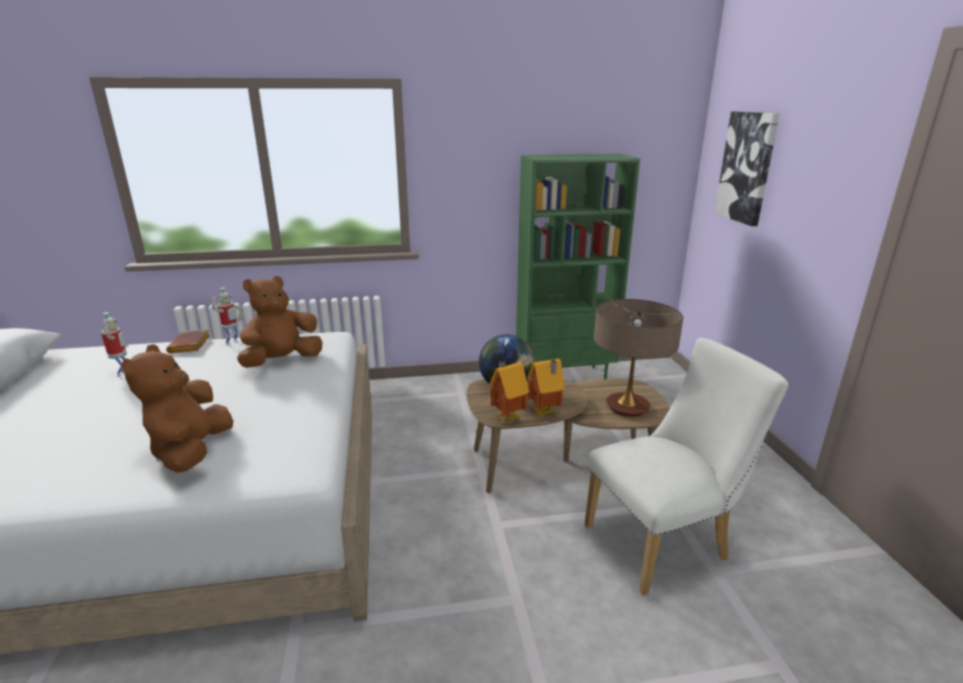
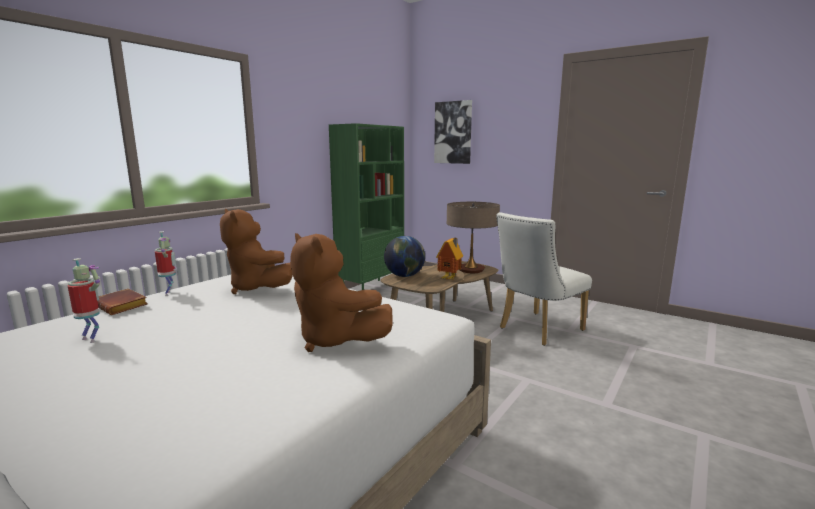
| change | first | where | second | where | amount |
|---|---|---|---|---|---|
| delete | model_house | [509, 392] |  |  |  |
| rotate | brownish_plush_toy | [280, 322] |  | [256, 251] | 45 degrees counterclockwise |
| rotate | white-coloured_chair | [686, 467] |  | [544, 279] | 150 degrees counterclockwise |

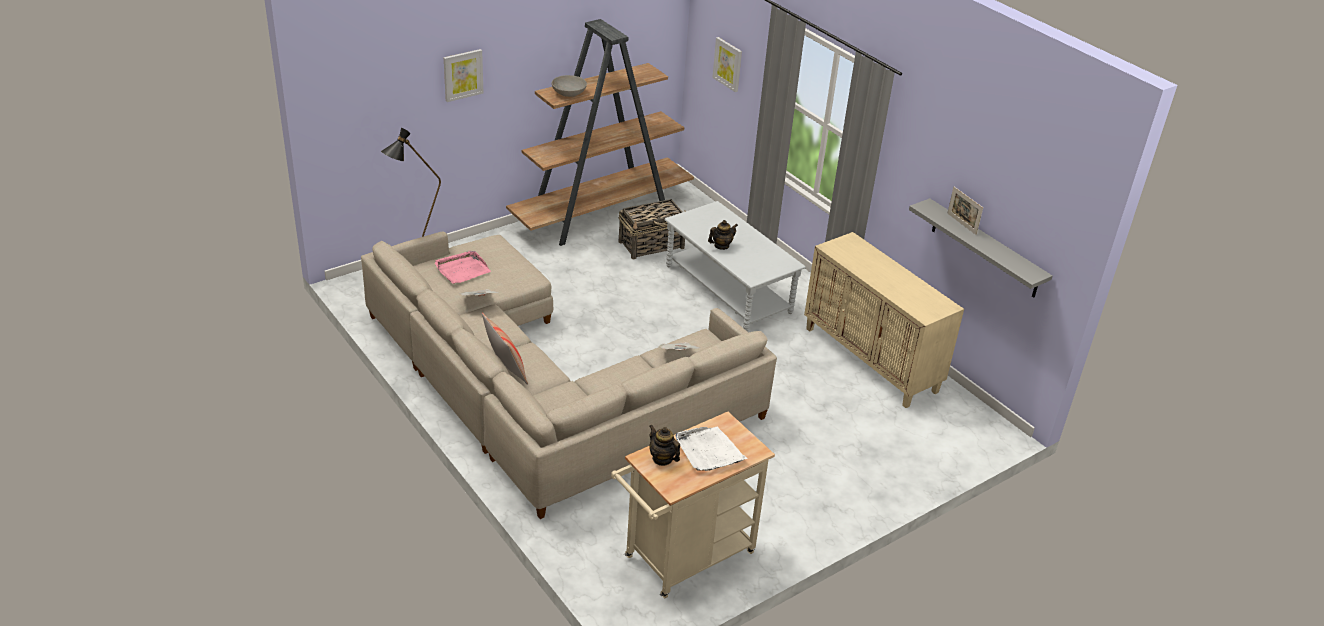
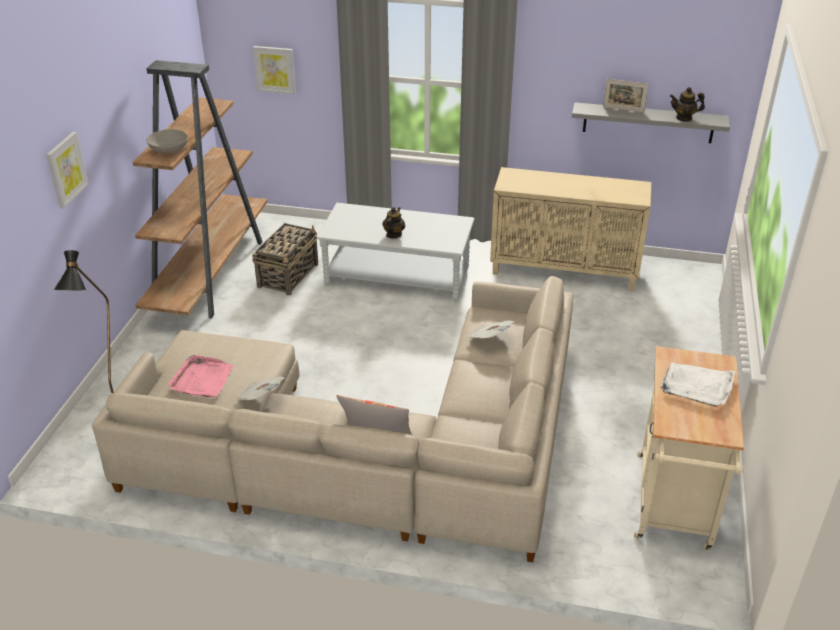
| change | first | where | second | where | amount |
|---|---|---|---|---|---|
| move | pot_for_tea | [664, 445] |  | [687, 104] |  |

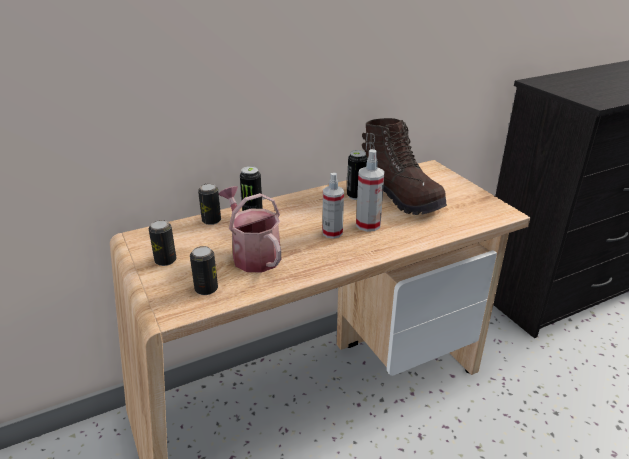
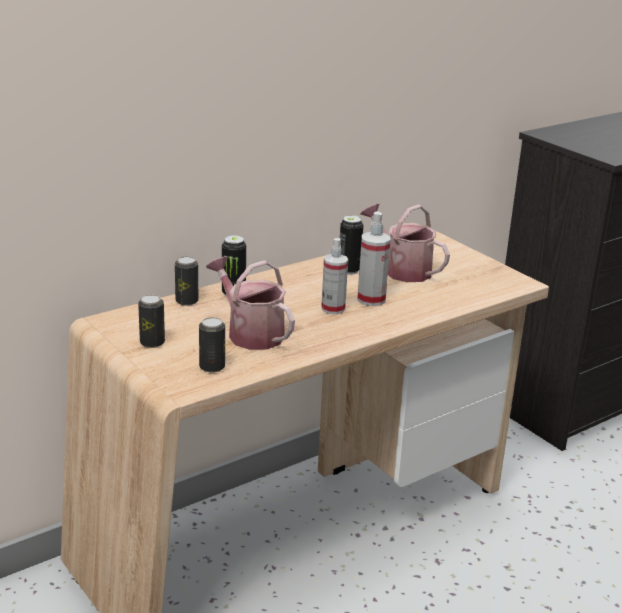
| change | first | where | second | where | amount |
|---|---|---|---|---|---|
| replace | brownish_tall_boot | [404, 166] | sprinkling_can | [405, 243] |  |

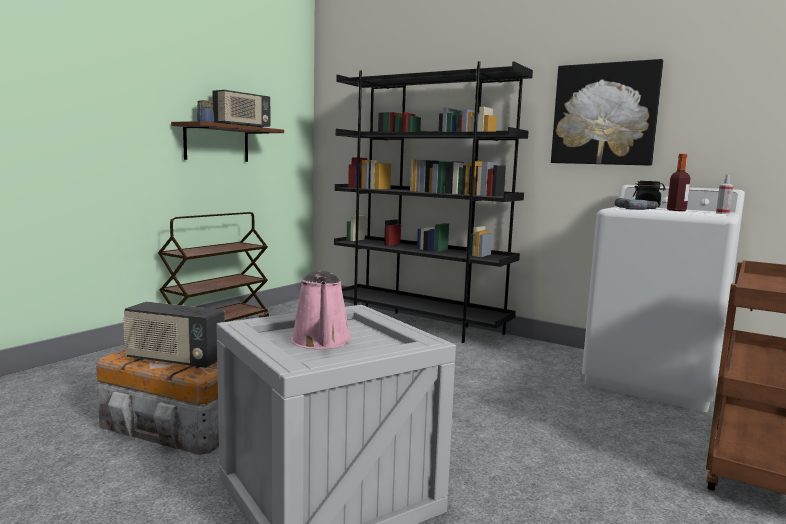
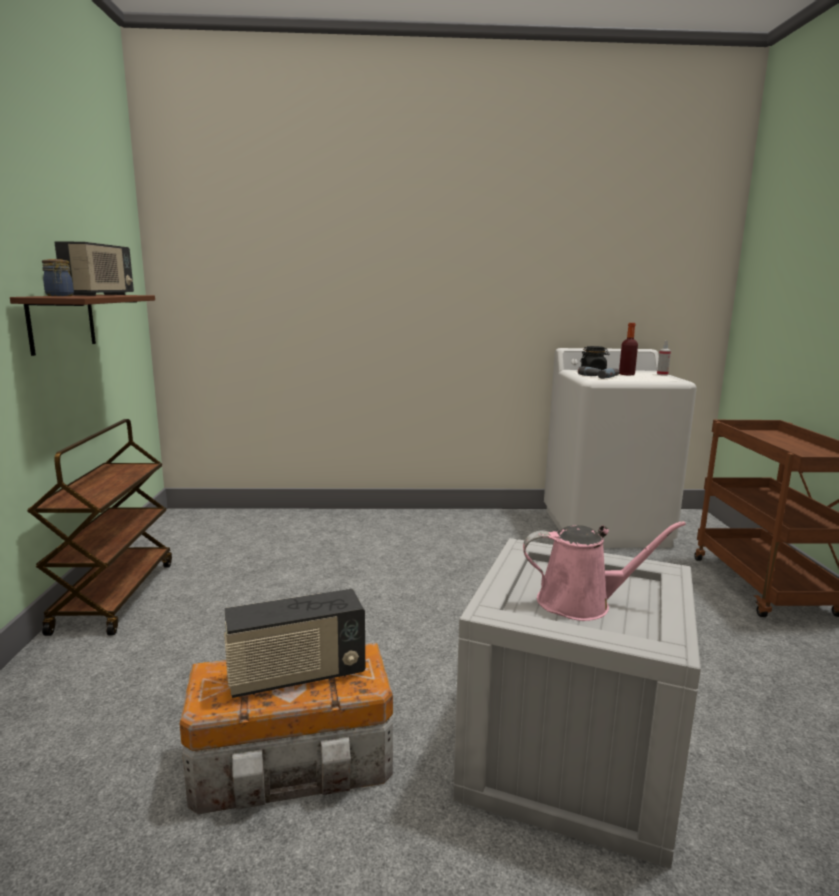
| change | first | where | second | where | amount |
|---|---|---|---|---|---|
| delete | black-coloured_bookshelf | [433, 202] |  |  |  |
| delete | wall_picture | [607, 112] |  |  |  |
| rotate | pink-coloured_sprinkling_can | [321, 310] |  | [604, 571] | 45 degrees counterclockwise |

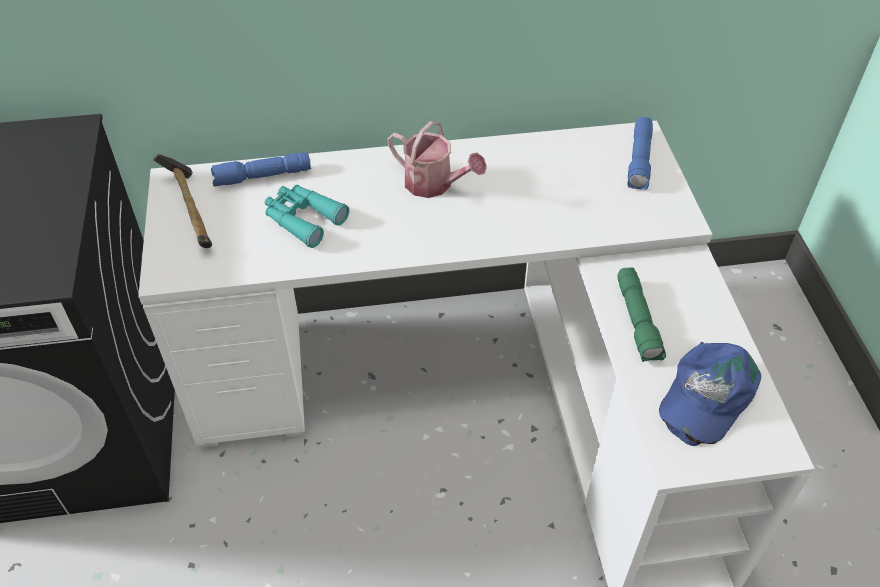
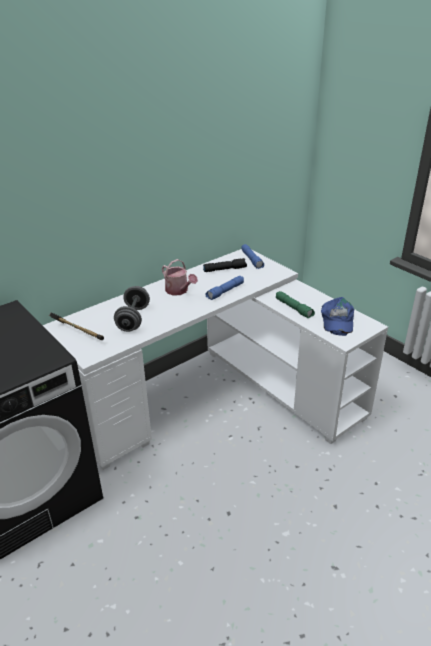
| change | first | where | second | where | amount |
|---|---|---|---|---|---|
| insert |  |  | black-coloured_flashlight | [225, 265] |  |
| move | bluish_flashlight | [261, 169] |  | [224, 288] |  |
| replace | turquoise_pair_of_binoculars | [307, 216] | grey_free_weight | [132, 309] |  |
| rotate | sprinkling_can | [437, 159] |  | [180, 277] | 45 degrees clockwise |

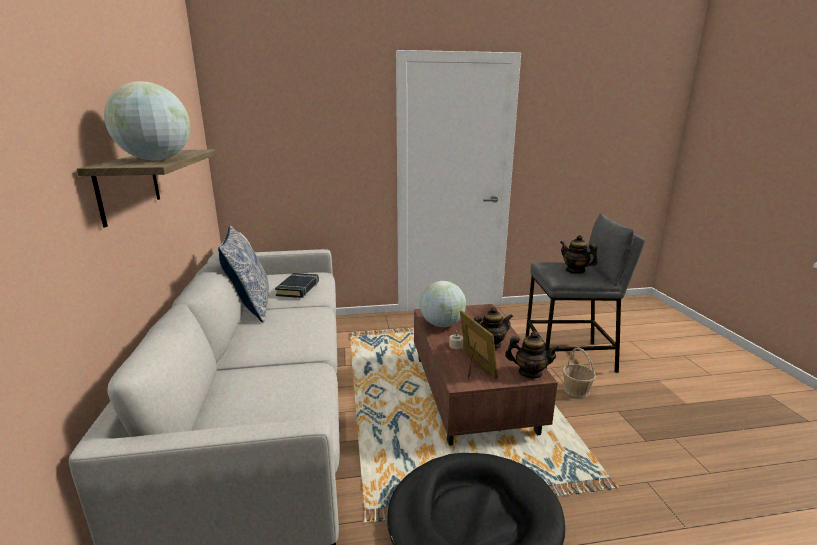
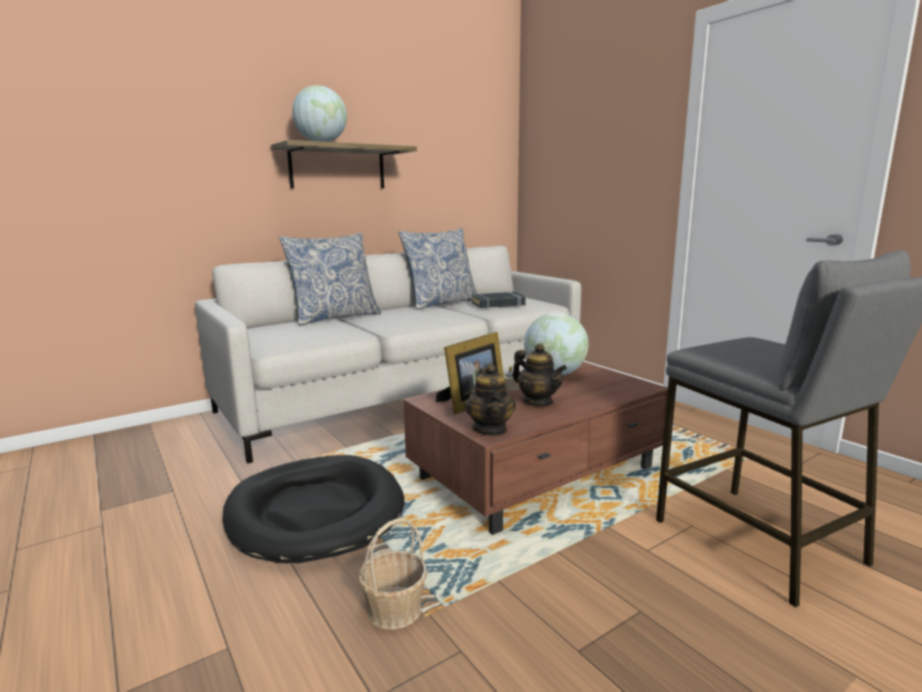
| change | first | where | second | where | amount |
|---|---|---|---|---|---|
| delete | pot_for_tea | [579, 254] |  |  |  |
| insert |  |  | cushion | [330, 279] |  |
| move | storage_basket | [579, 372] |  | [392, 574] |  |

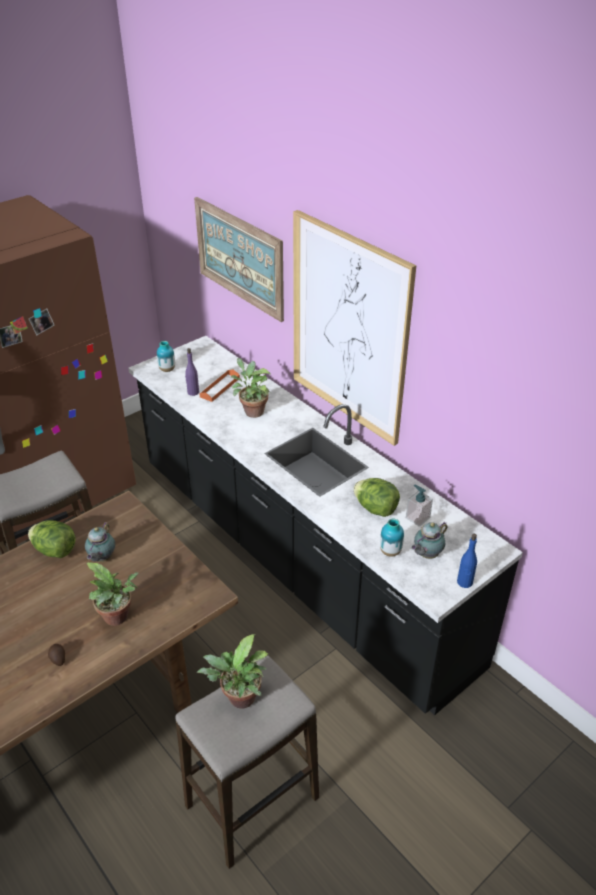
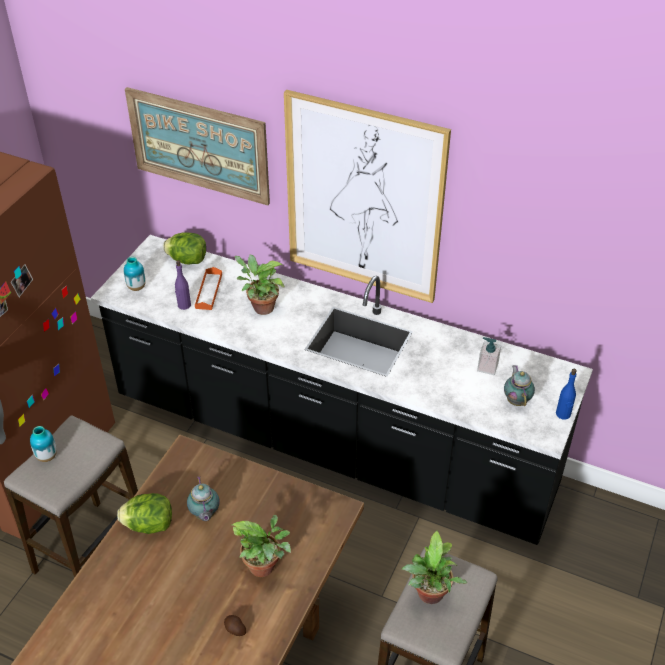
| change | first | where | second | where | amount |
|---|---|---|---|---|---|
| move | lettuce | [376, 497] |  | [184, 248] |  |
| move | decorative_vase | [392, 538] |  | [43, 444] |  |
| rotate | pot_for_tea | [429, 540] |  | [519, 385] | 150 degrees clockwise |

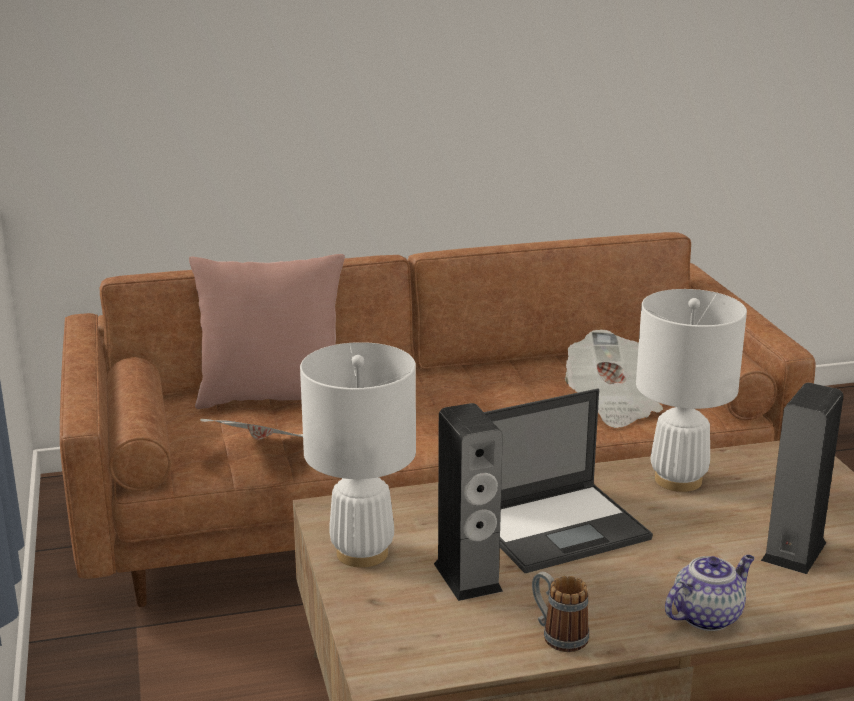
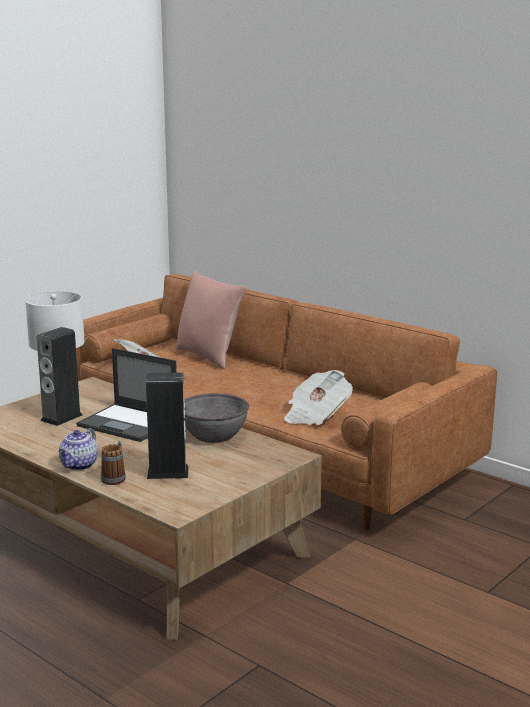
| change | first | where | second | where | amount |
|---|---|---|---|---|---|
| move | coffee_mug | [560, 611] |  | [113, 463] |  |
| replace | white-coloured_tabletop_lamp | [691, 390] | grey_serving_bowl | [216, 418] |  |
| rotate | pot_for_tea | [710, 593] |  | [78, 449] | 90 degrees clockwise |

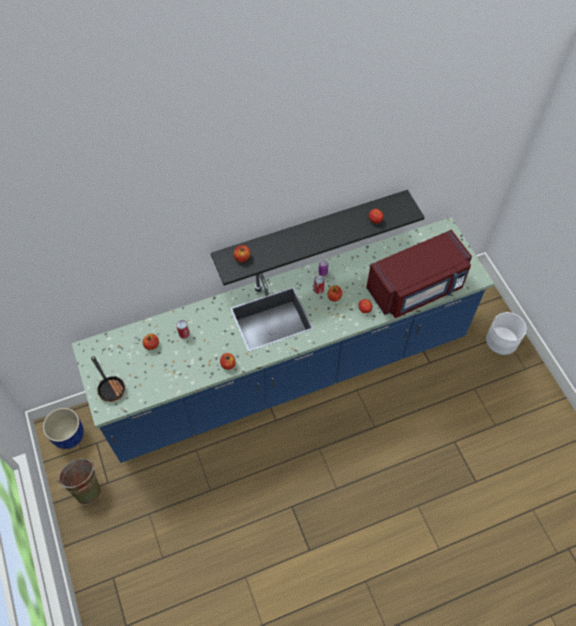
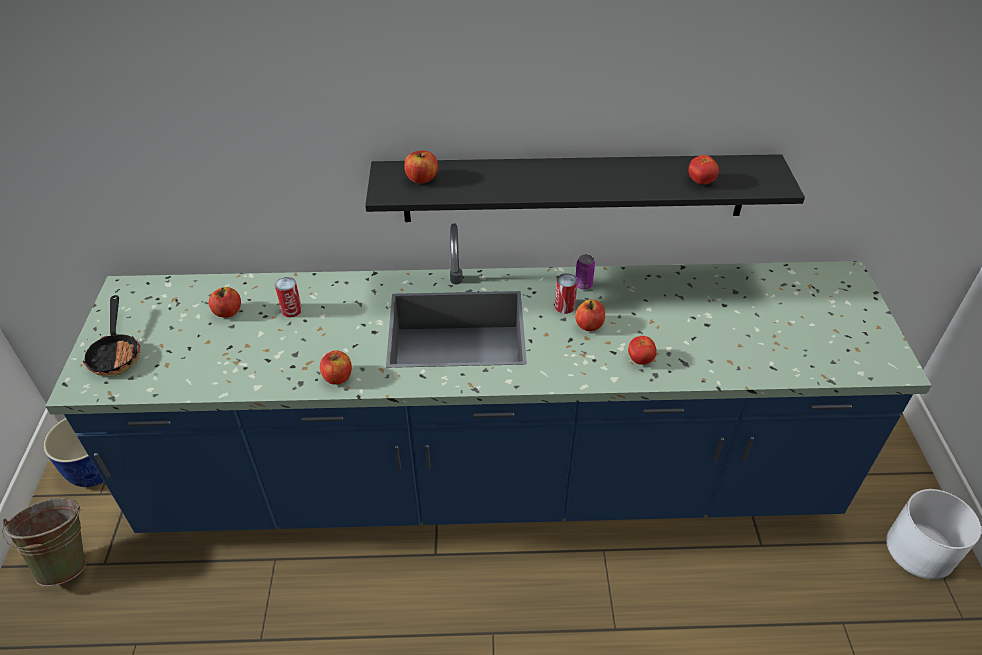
| change | first | where | second | where | amount |
|---|---|---|---|---|---|
| delete | red-coloured_microwave_oven | [419, 274] |  |  |  |

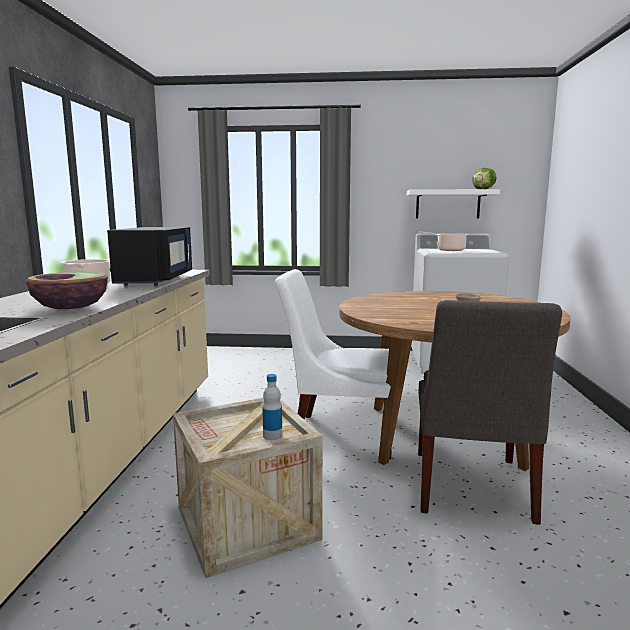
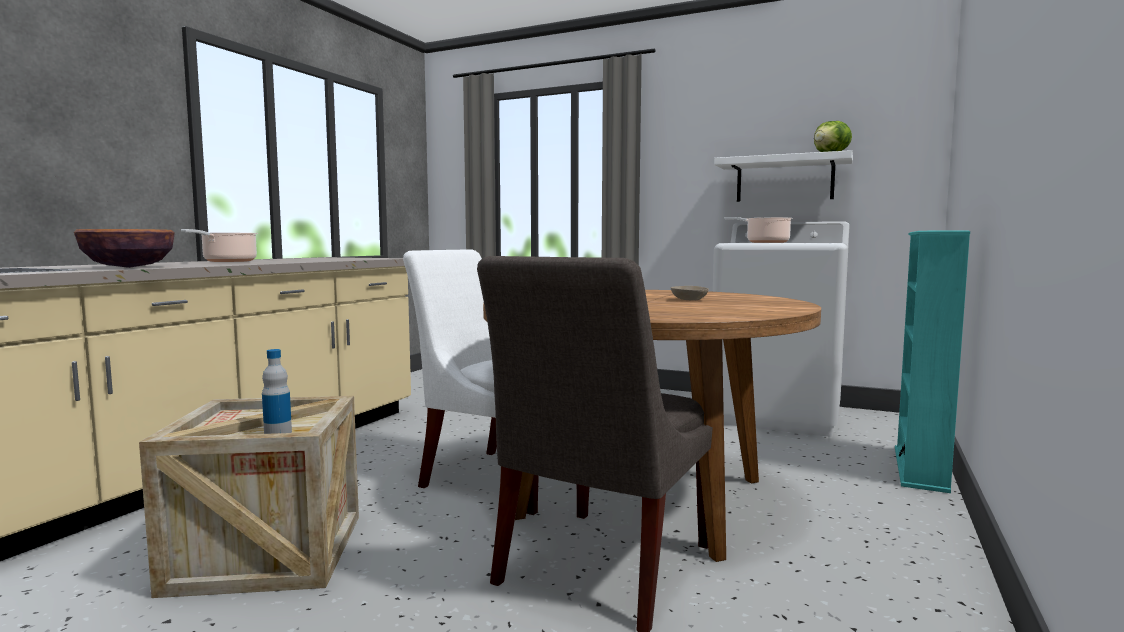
| change | first | where | second | where | amount |
|---|---|---|---|---|---|
| delete | black-coloured_microwave_oven | [149, 256] |  |  |  |
| insert |  |  | turquoise_bookshelf | [932, 361] |  |

